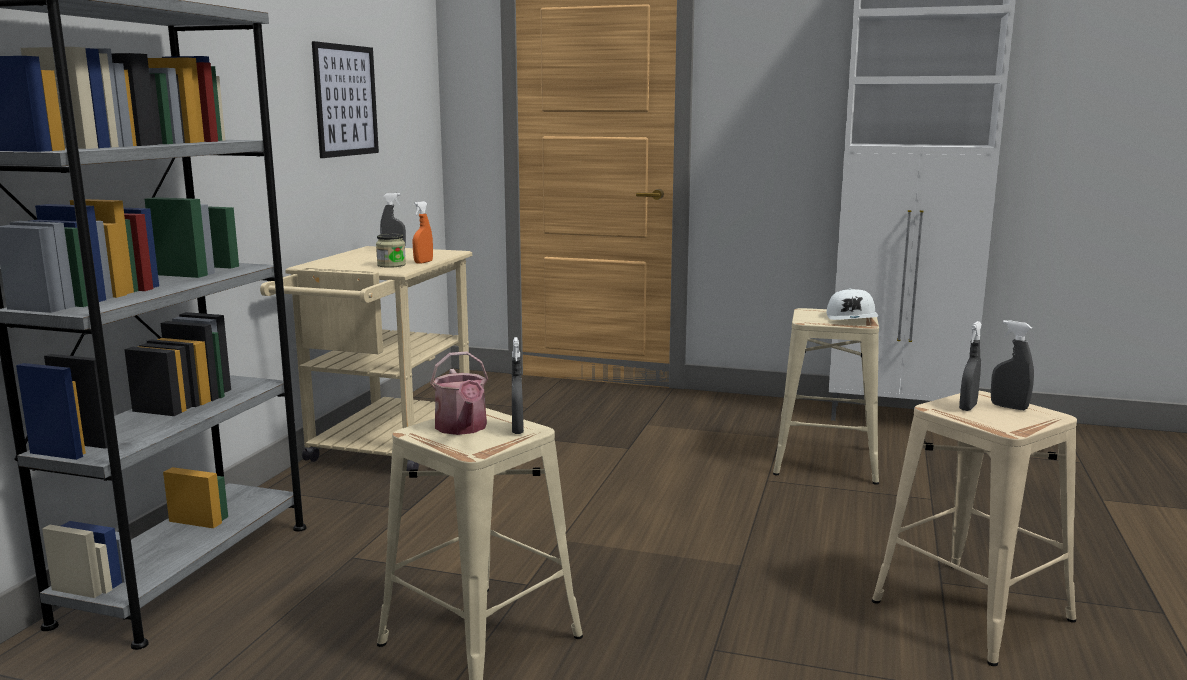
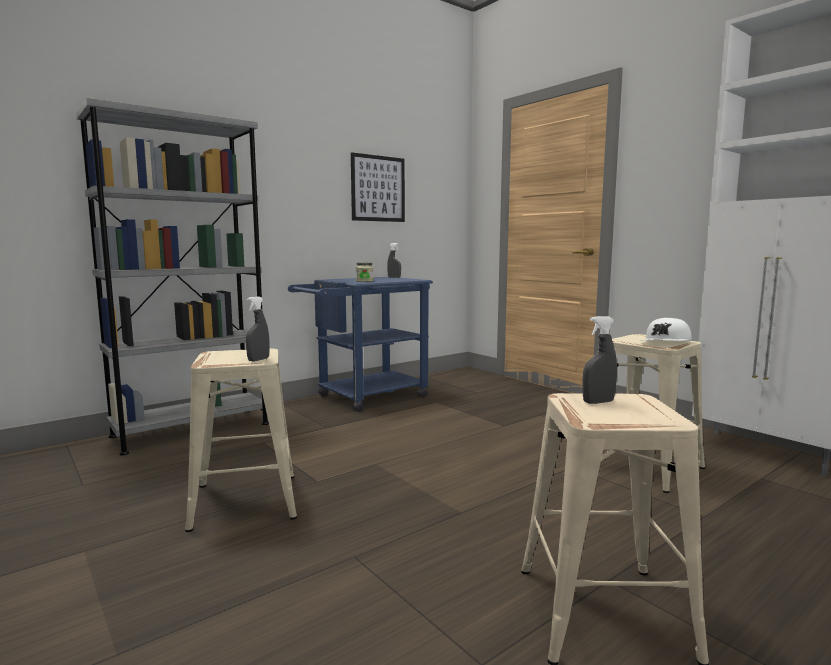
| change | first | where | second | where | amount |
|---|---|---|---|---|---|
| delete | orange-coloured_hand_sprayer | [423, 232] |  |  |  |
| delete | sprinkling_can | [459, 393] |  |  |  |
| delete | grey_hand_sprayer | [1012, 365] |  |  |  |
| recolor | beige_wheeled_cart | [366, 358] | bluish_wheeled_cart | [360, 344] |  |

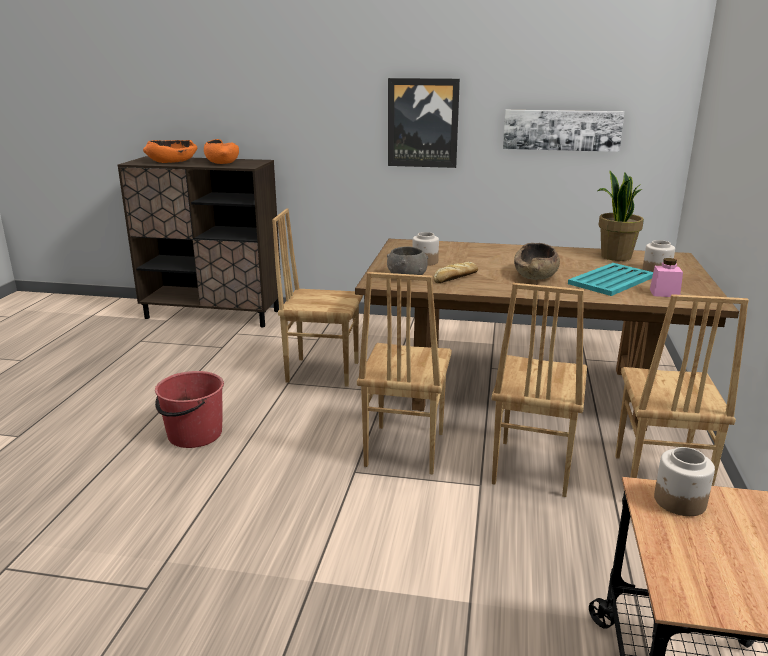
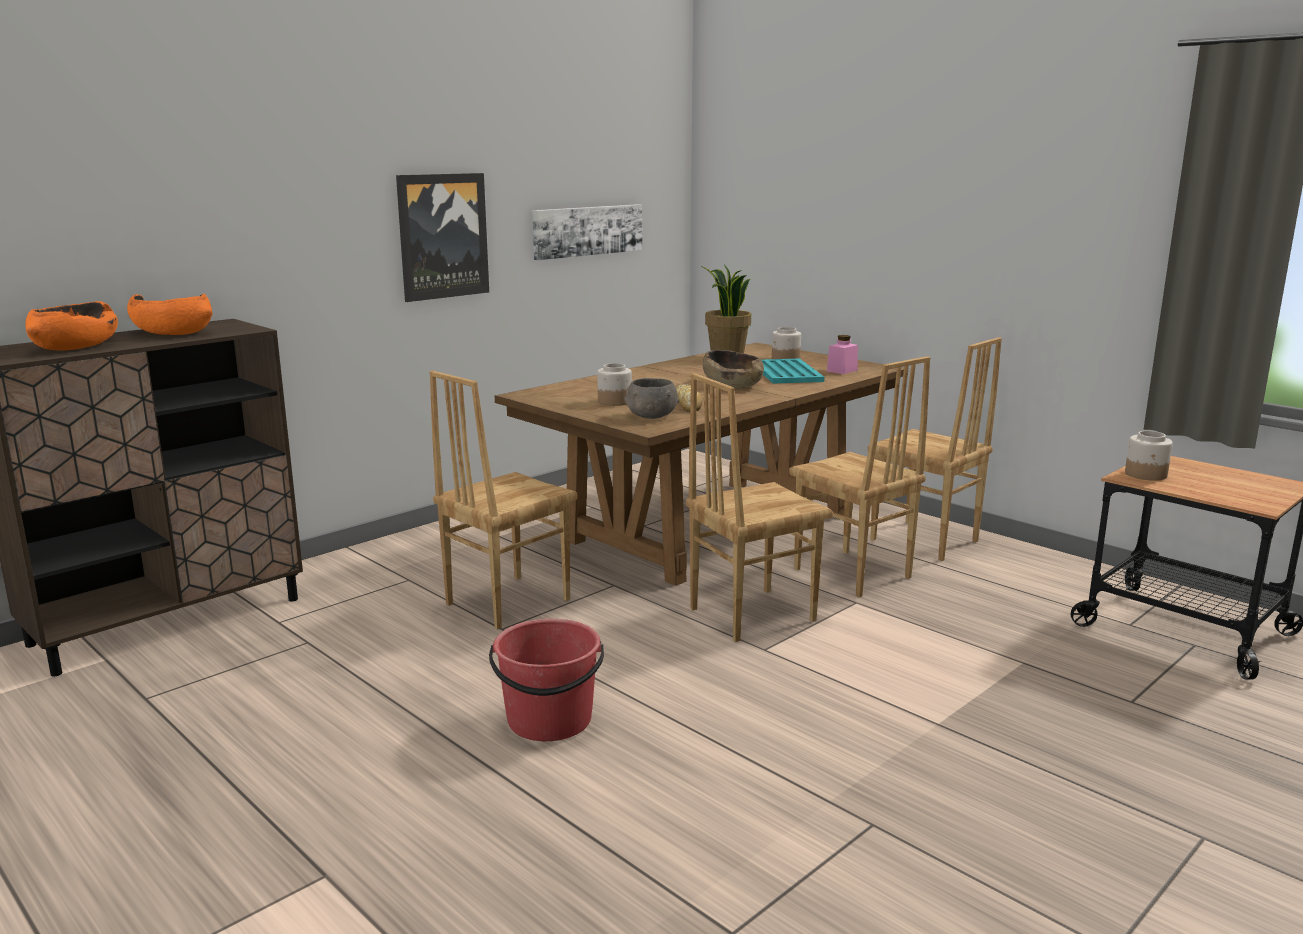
| change | first | where | second | where | amount |
|---|---|---|---|---|---|
| rotate | brownish_chair | [404, 373] |  | [759, 507] | 105 degrees clockwise |

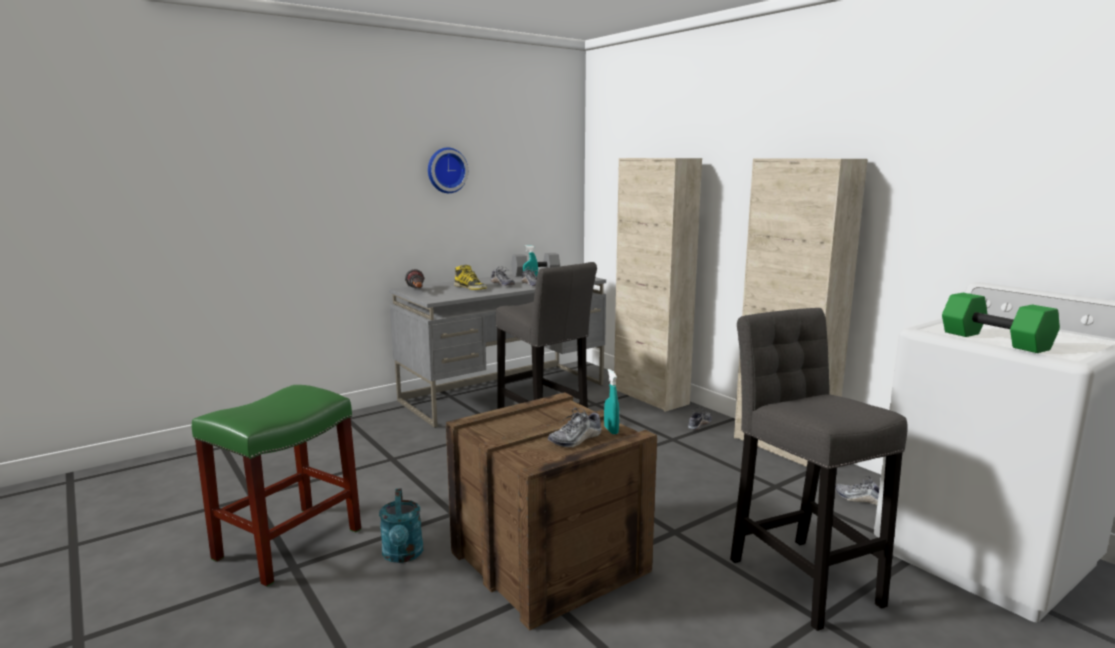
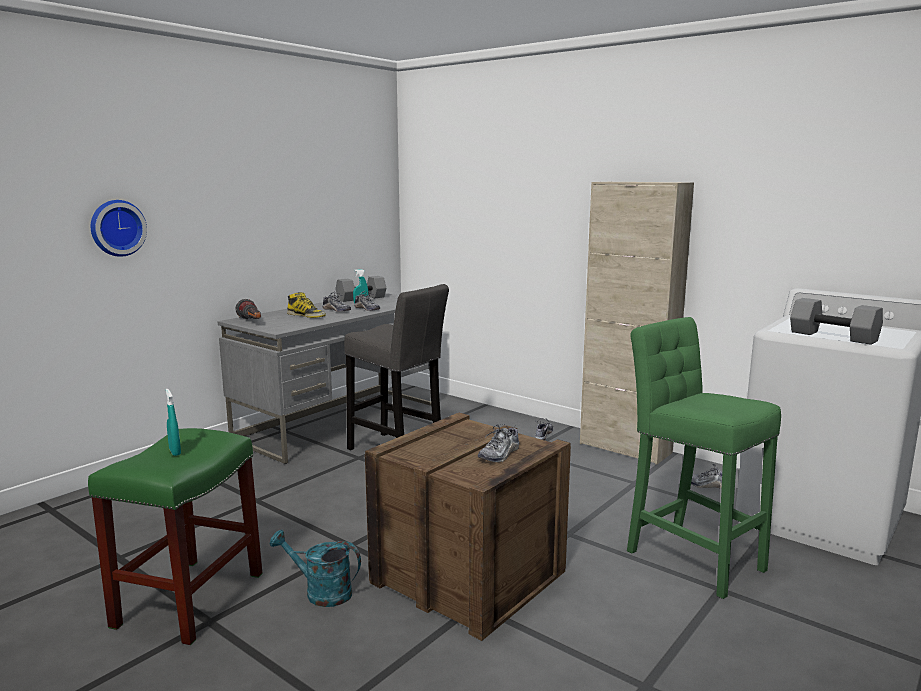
| change | first | where | second | where | amount |
|---|---|---|---|---|---|
| delete | beige_cabinet | [658, 285] |  |  |  |
| move | wall_clock | [448, 170] |  | [119, 228] |  |
| move | turquoise_hand_sprayer | [611, 401] |  | [173, 422] |  |
| recolor | grey_sitting_stool | [819, 469] | greenish_sitting_stool | [704, 458] |  |
| recolor | greenish_free_weight | [1001, 323] | grey_free_weight | [836, 321] |  |
| rotate | turquoise_sprinkling_can | [401, 525] |  | [315, 568] | 135 degrees clockwise |

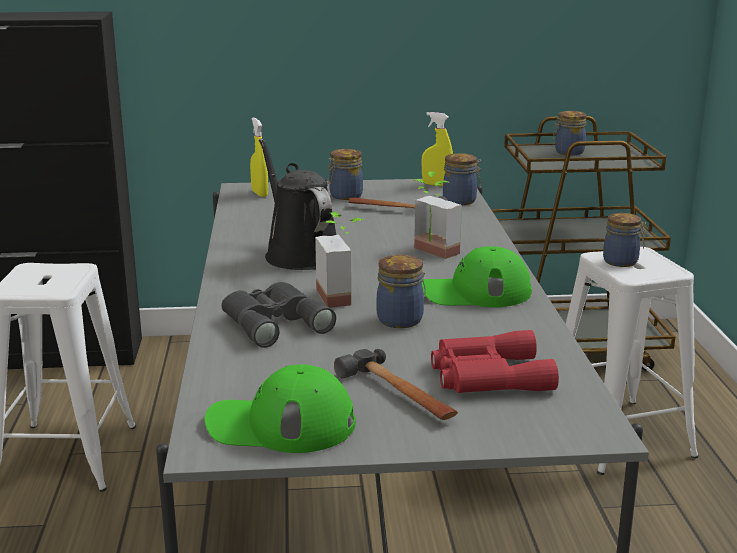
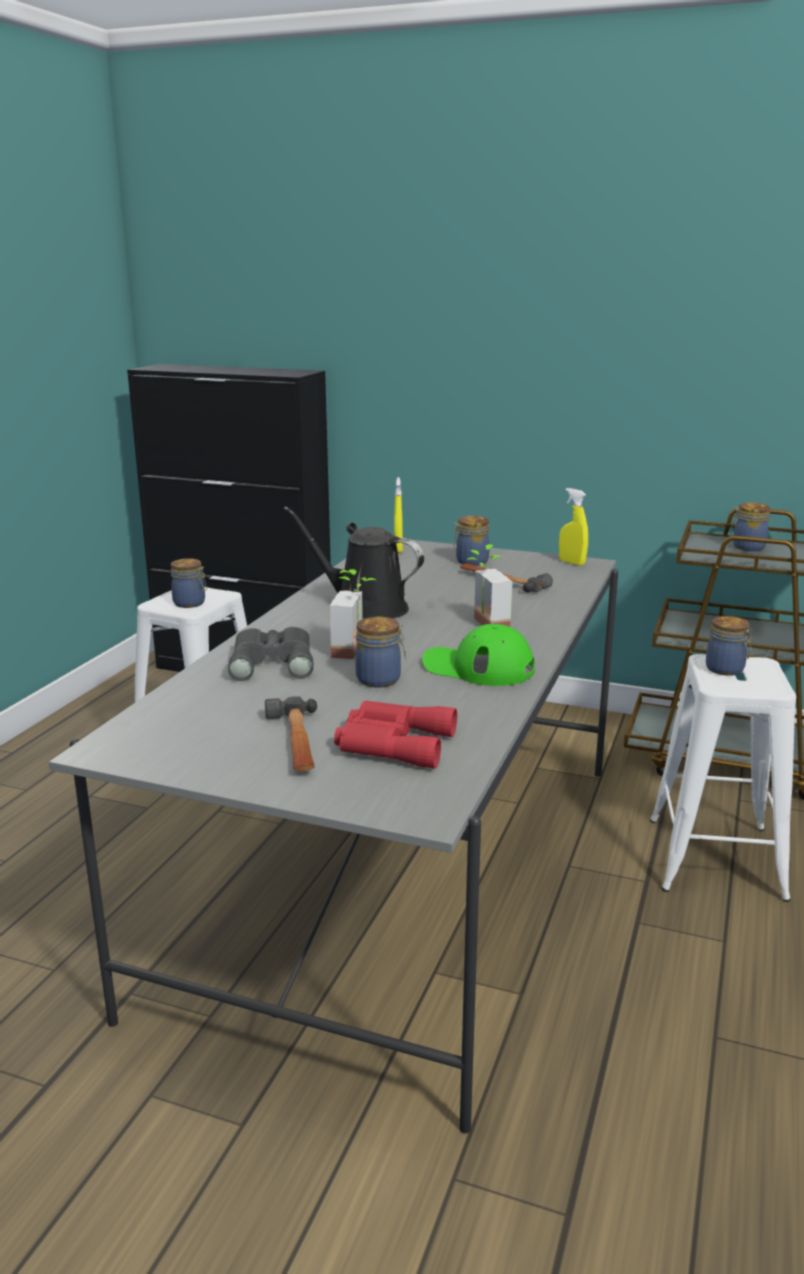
| change | first | where | second | where | amount |
|---|---|---|---|---|---|
| delete | greenish_cap | [280, 408] |  |  |  |
| move | storage_jar | [462, 179] |  | [189, 583] |  |
| rotate | black-coloured_sprinkling_can | [297, 204] |  | [353, 563] | 60 degrees counterclockwise |

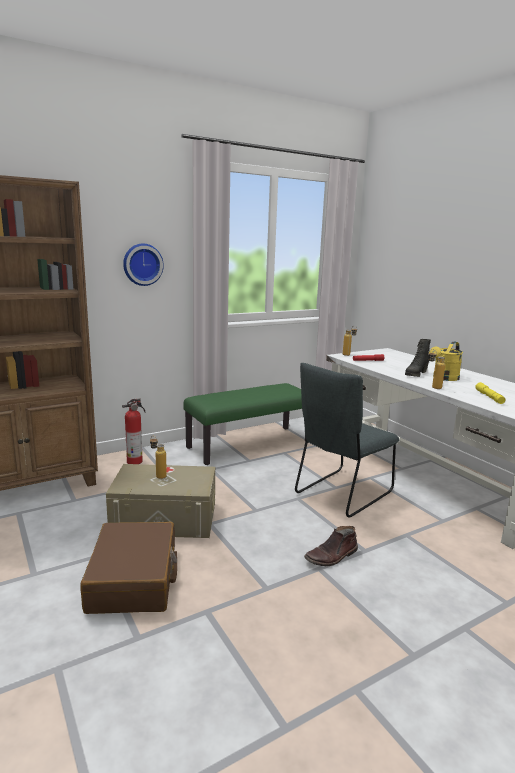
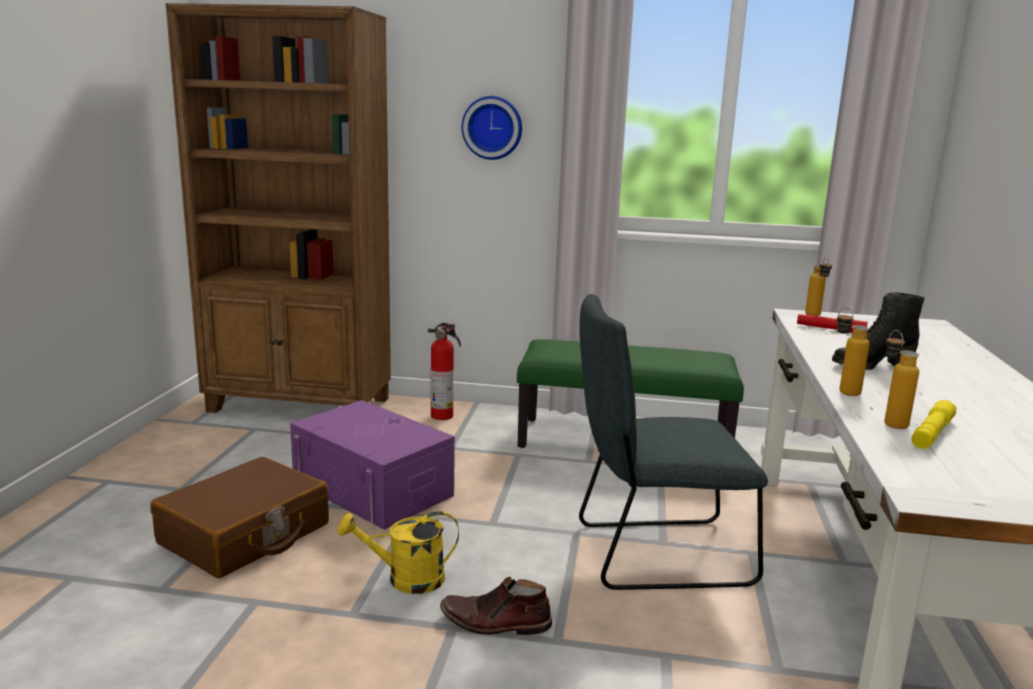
| change | first | where | second | where | amount |
|---|---|---|---|---|---|
| move | beverage_bottle | [158, 457] |  | [901, 379] |  |
| move | yellowish_sprinkling_can | [446, 361] |  | [398, 552] |  |
| recolor | beige_storage_box | [160, 501] | purple_storage_box | [372, 465] |  |

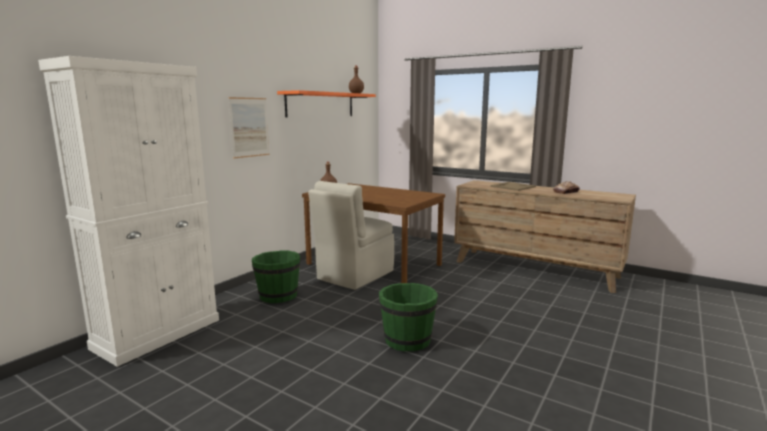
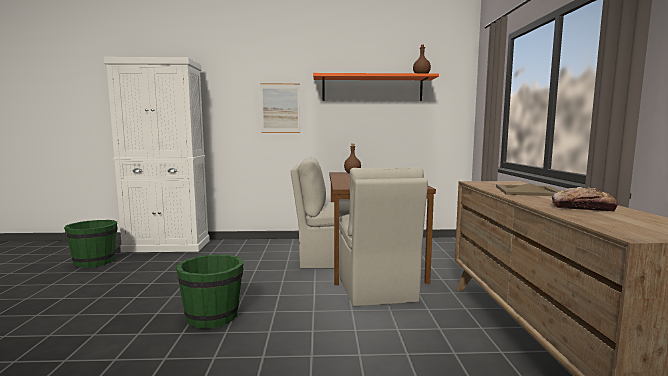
| change | first | where | second | where | amount |
|---|---|---|---|---|---|
| insert |  |  | beige_chair | [383, 237] |  |
| move | greenish_water_bucket | [276, 276] |  | [91, 244] |  |

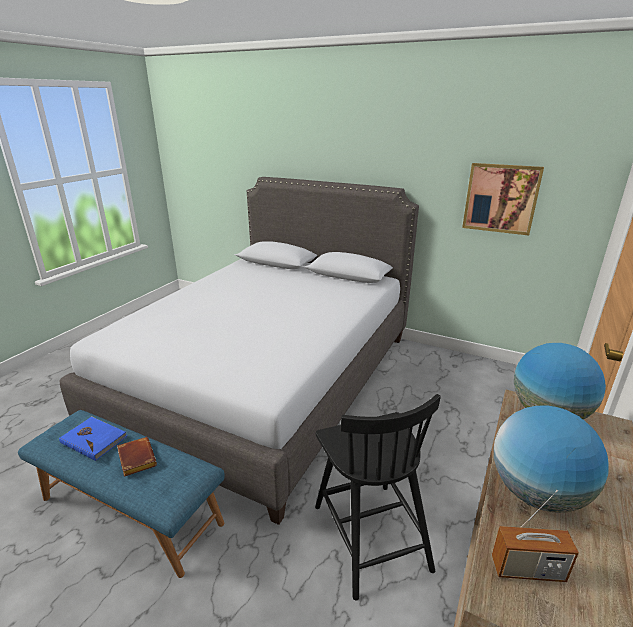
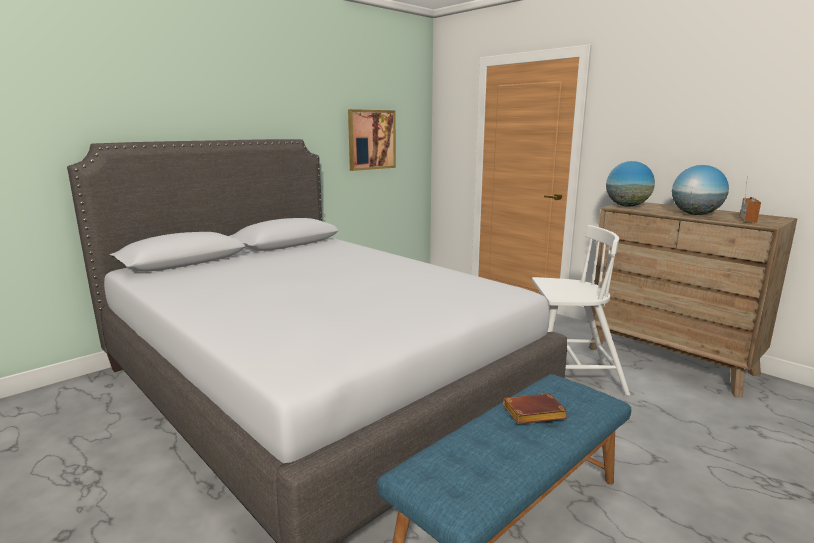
| change | first | where | second | where | amount |
|---|---|---|---|---|---|
| delete | bluish_bound_book | [93, 438] |  |  |  |
| recolor | black-coloured_chair | [378, 497] | white-coloured_chair | [581, 310] |  |

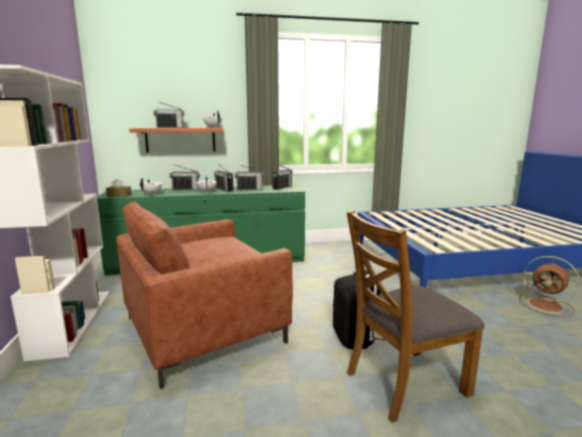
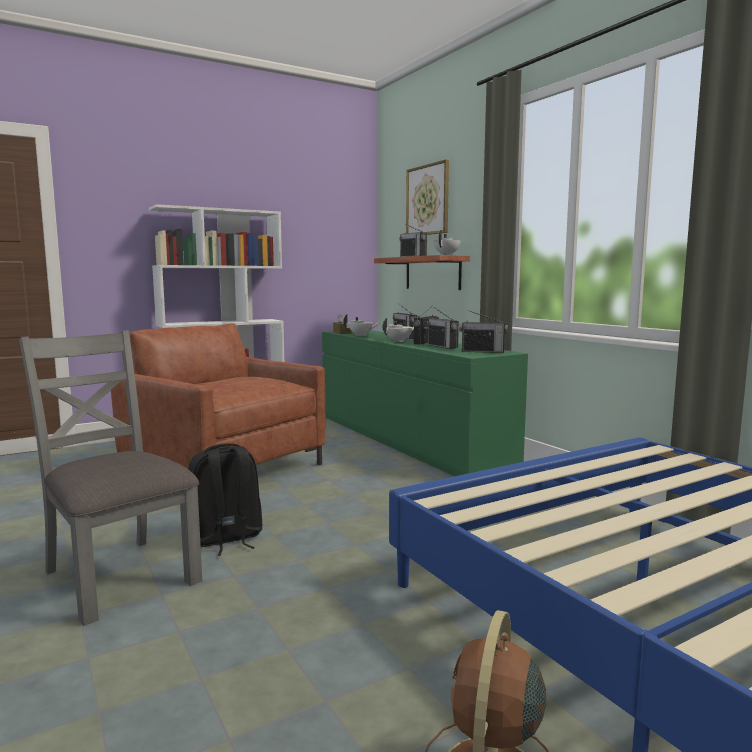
| change | first | where | second | where | amount |
|---|---|---|---|---|---|
| insert |  |  | wall_picture | [427, 197] |  |
| recolor | brownish_chair | [416, 316] | grey_chair | [110, 478] |  |

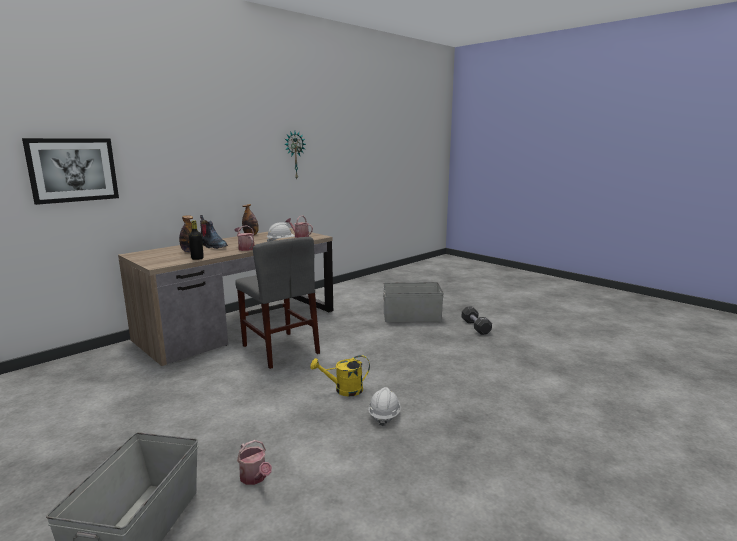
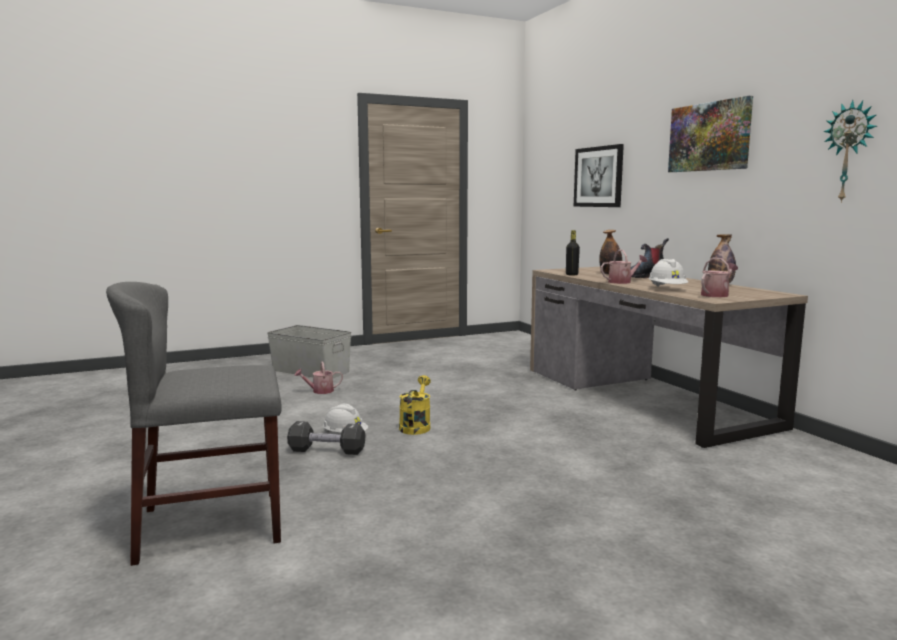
| change | first | where | second | where | amount |
|---|---|---|---|---|---|
| delete | grey_storage_box | [413, 302] |  |  |  |
| insert |  |  | wall_picture | [710, 134] |  |
| move | grey_chair | [277, 303] |  | [194, 424] |  |
| move | black-coloured_free_weight | [477, 321] |  | [326, 438] |  |

